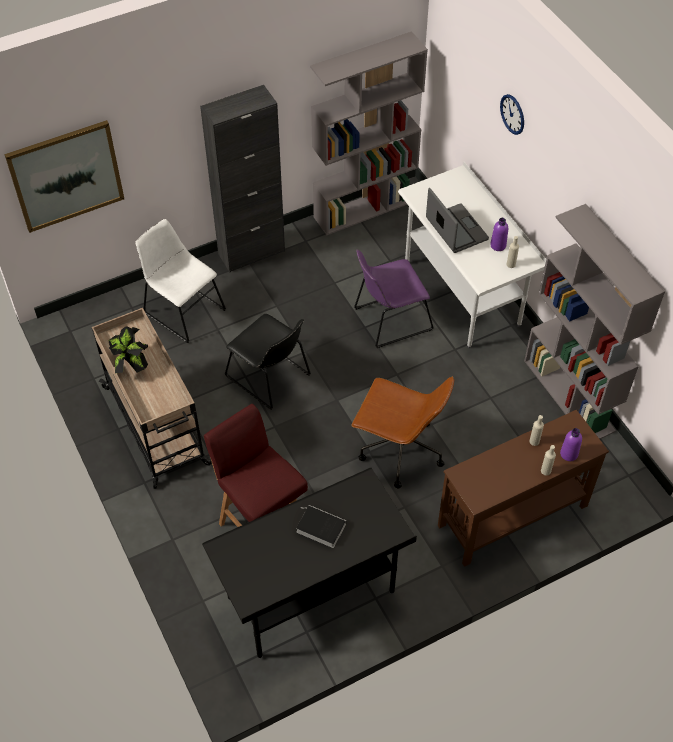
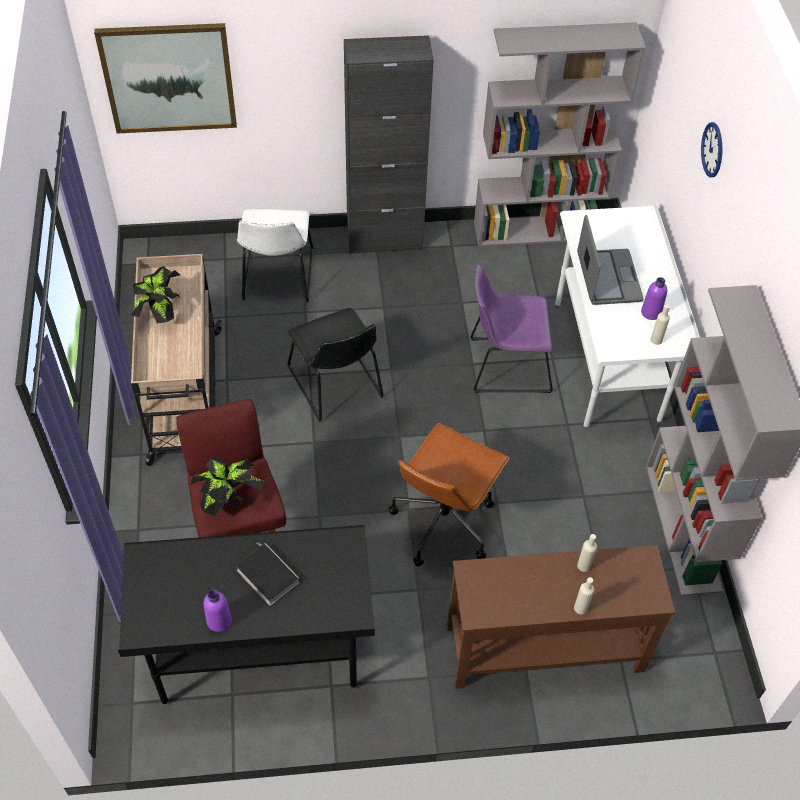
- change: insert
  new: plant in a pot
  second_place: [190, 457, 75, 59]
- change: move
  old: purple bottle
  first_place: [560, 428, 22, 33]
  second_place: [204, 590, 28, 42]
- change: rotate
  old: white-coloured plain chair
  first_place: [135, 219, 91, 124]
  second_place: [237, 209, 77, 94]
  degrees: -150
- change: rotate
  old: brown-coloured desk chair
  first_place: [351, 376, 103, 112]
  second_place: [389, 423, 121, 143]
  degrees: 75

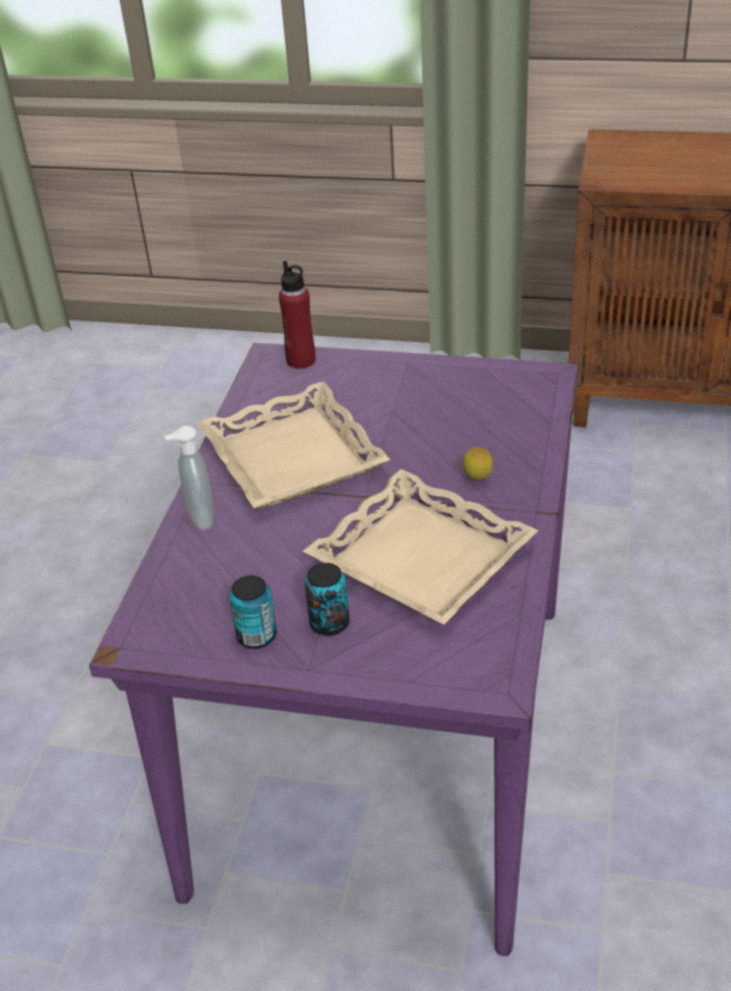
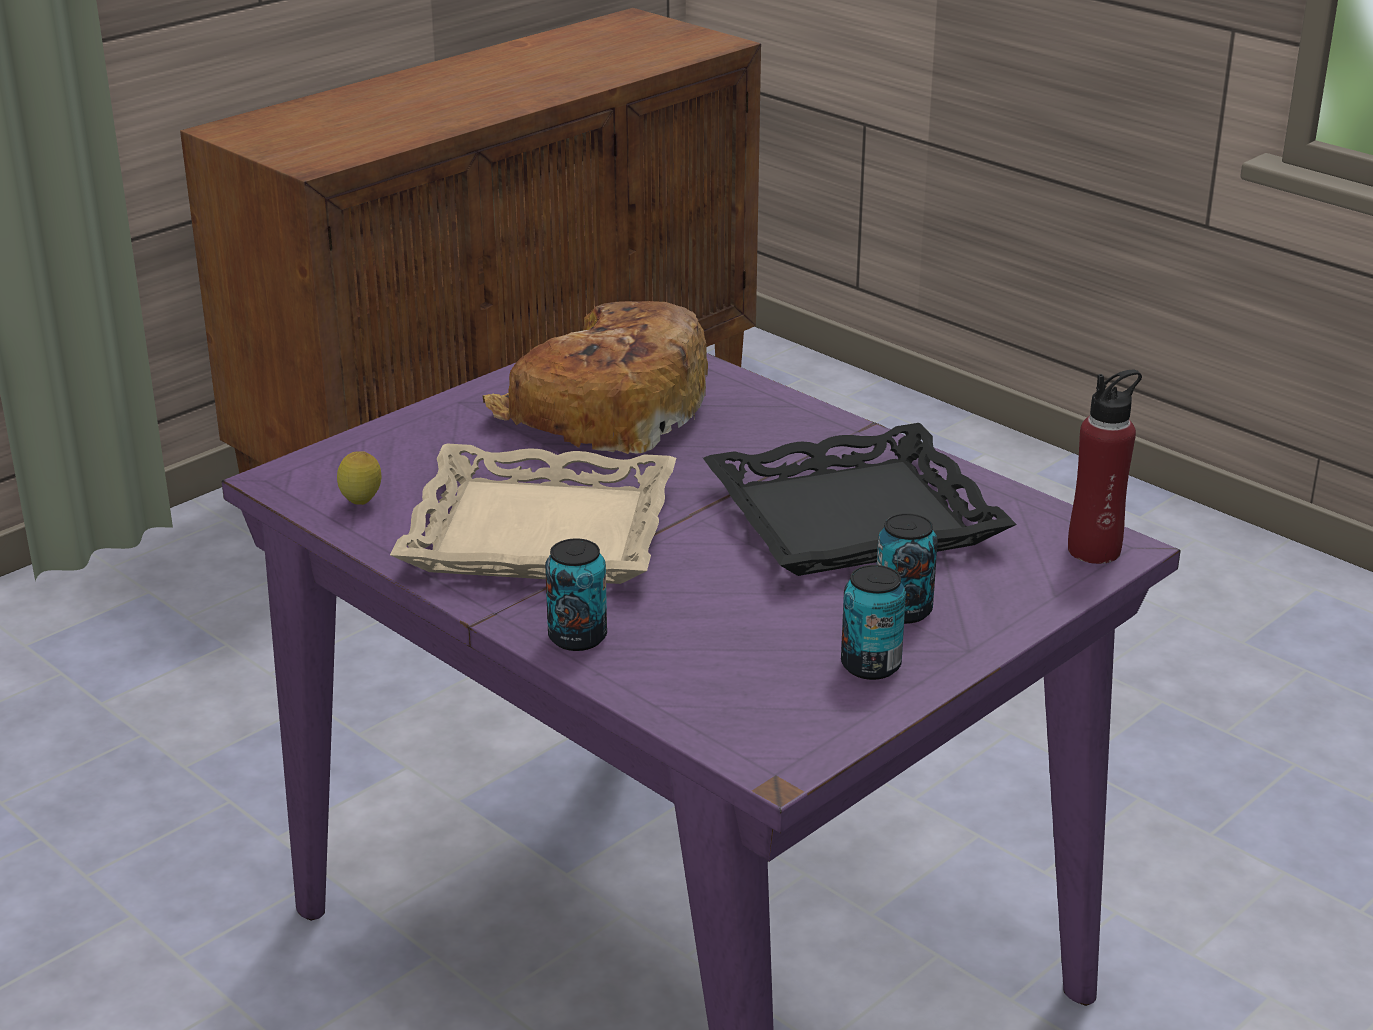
- change: move
  old: whole lemon
  first_place: [463, 447, 30, 34]
  second_place: [337, 451, 44, 54]
- change: insert
  new: baked bread
  second_place: [482, 301, 226, 153]
- change: replace
  old: liquid soap bottle
  new: metal can
  first_place: [164, 426, 49, 104]
  second_place: [545, 538, 62, 113]
- change: recolor
  old: beige-coloured serving tray
  new: black-coloured serving tray
  first_place: [303, 469, 236, 156]
  second_place: [703, 423, 314, 153]
- change: move
  old: reddish bottle
  first_place: [279, 261, 37, 108]
  second_place: [1068, 370, 74, 194]

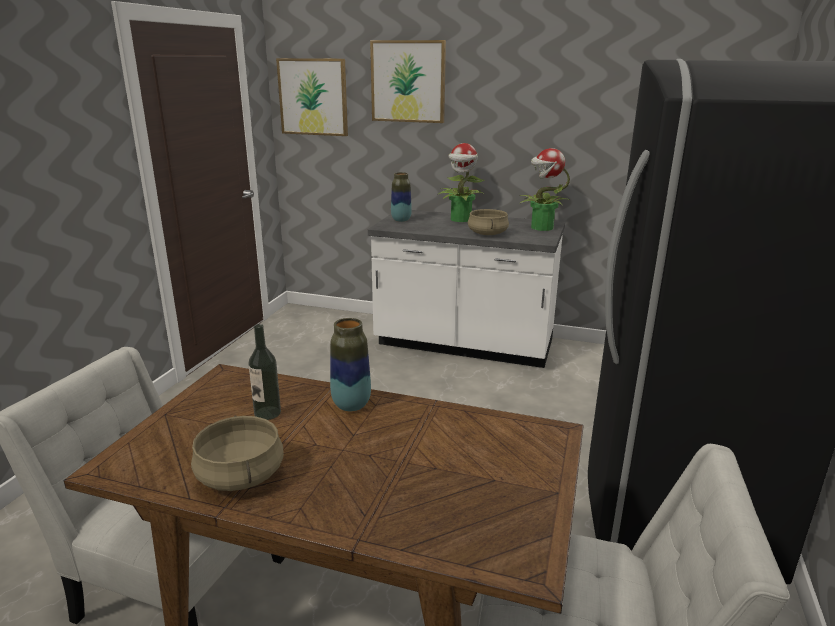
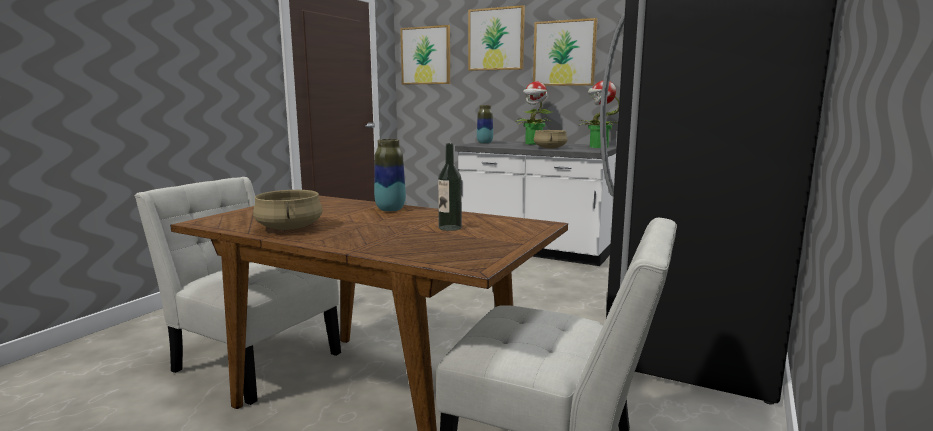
- change: move
  old: bottle
  first_place: [248, 324, 33, 96]
  second_place: [438, 143, 24, 88]
- change: insert
  new: picture
  second_place: [533, 18, 65, 68]

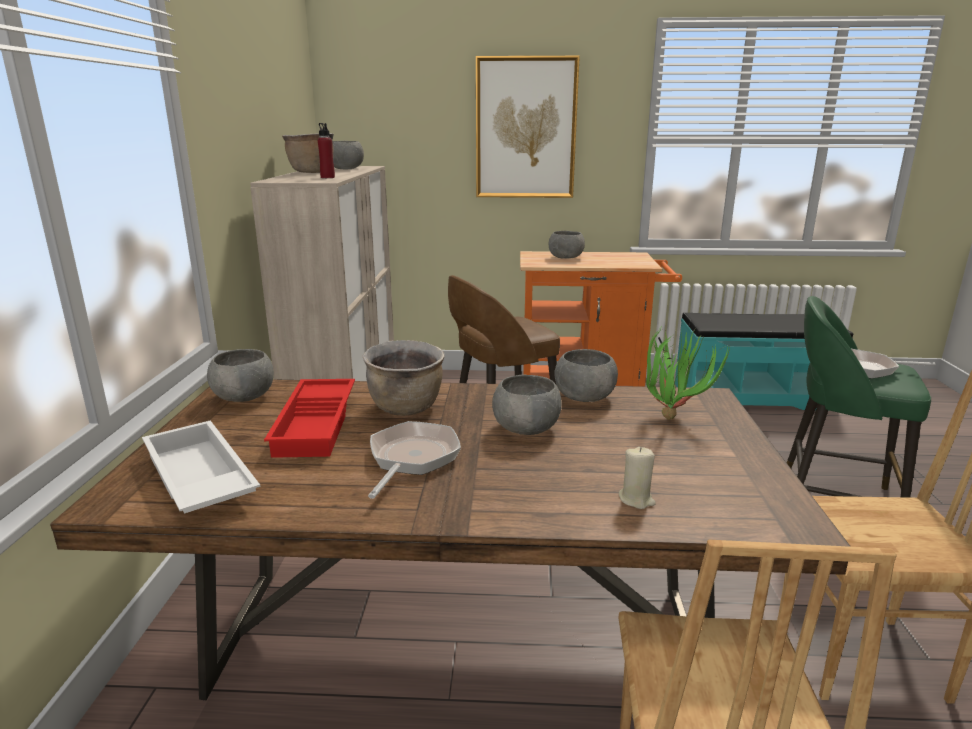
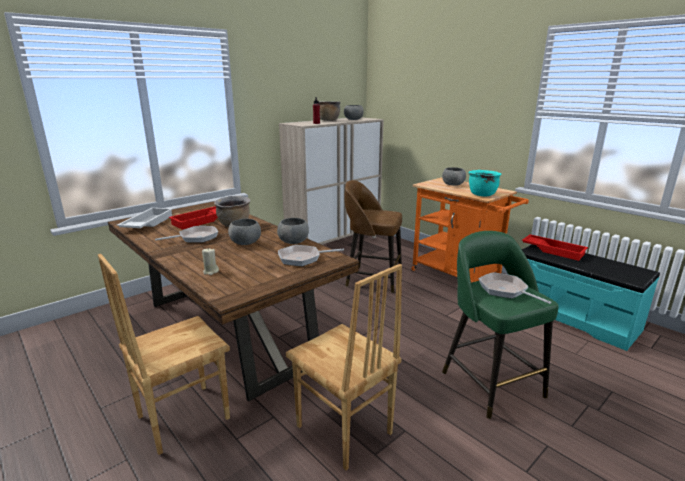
- change: replace
  old: plant in a pot
  new: frying pan
  first_place: [646, 329, 84, 91]
  second_place: [278, 245, 66, 21]
- change: insert
  new: turquoise stockpot
  second_place: [468, 170, 33, 26]
- change: insert
  new: reddish serving tray
  second_place: [522, 234, 66, 27]
- change: delete
  old: grey bowl
  first_place: [207, 349, 67, 53]
- change: delete
  old: picture
  first_place: [476, 56, 104, 142]

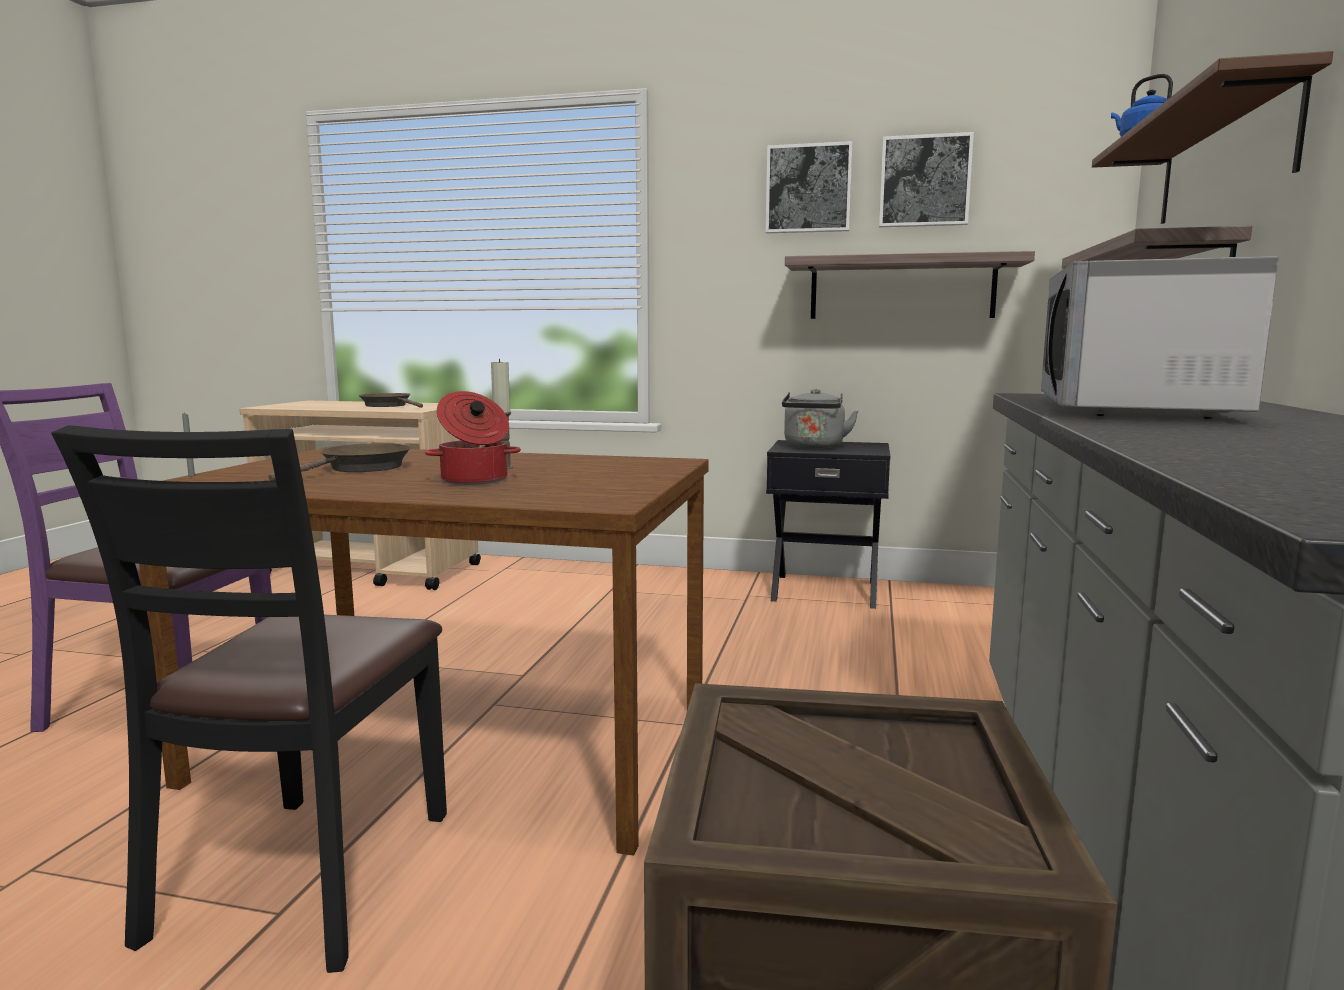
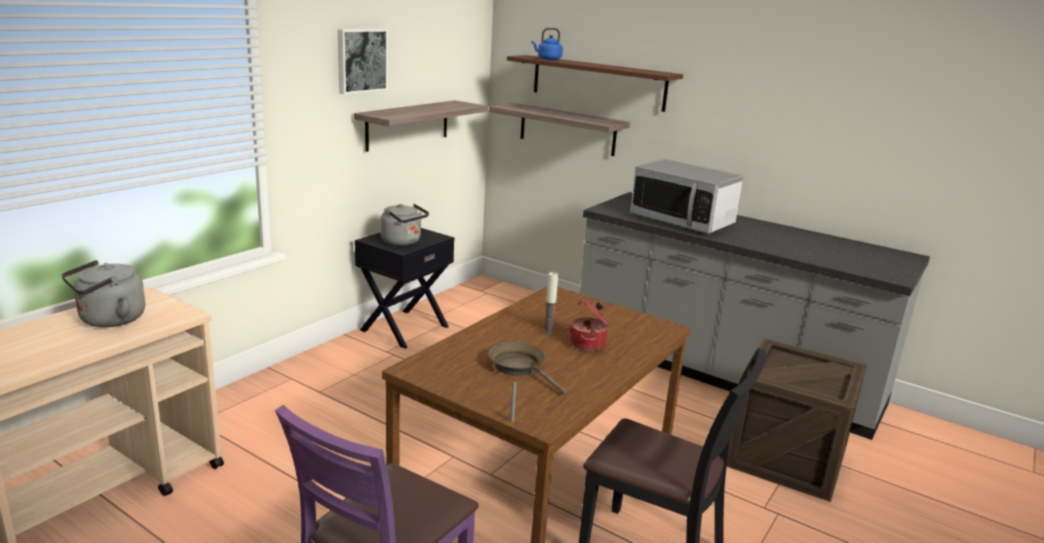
- change: replace
  old: brown-coloured frying pan
  new: grey kettle
  first_place: [358, 393, 65, 15]
  second_place: [61, 260, 84, 67]
- change: delete
  old: picture
  first_place: [879, 132, 95, 95]

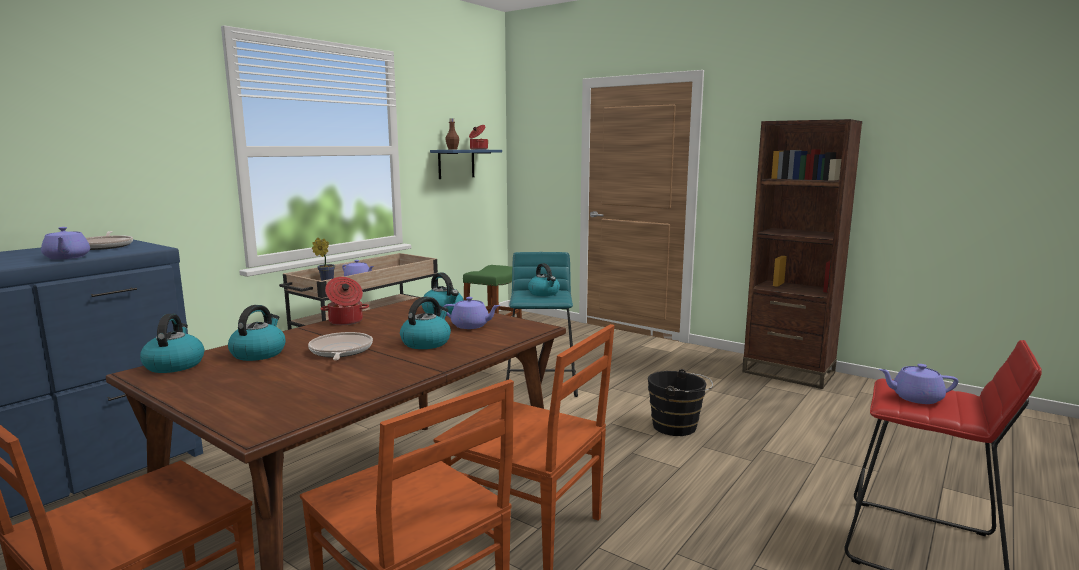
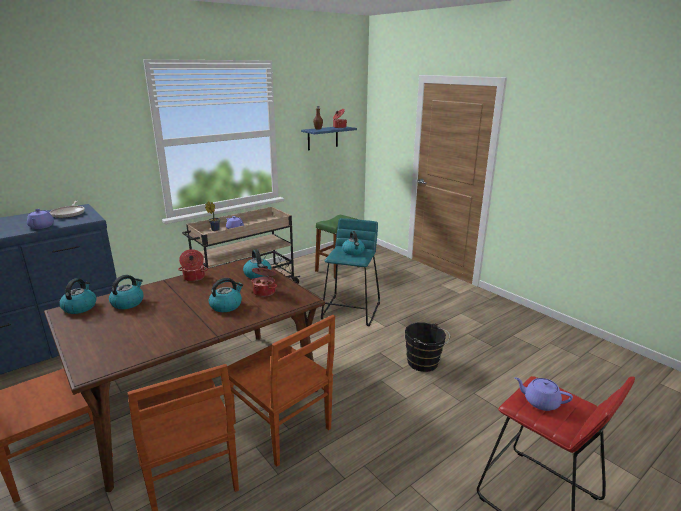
- change: replace
  old: purple pot for tea
  new: stockpot
  first_place: [443, 297, 57, 32]
  second_place: [251, 266, 26, 31]
- change: delete
  old: frying pan
  first_place: [308, 332, 65, 28]
- change: delete
  old: brown-coloured bookshelf
  first_place: [742, 119, 120, 270]

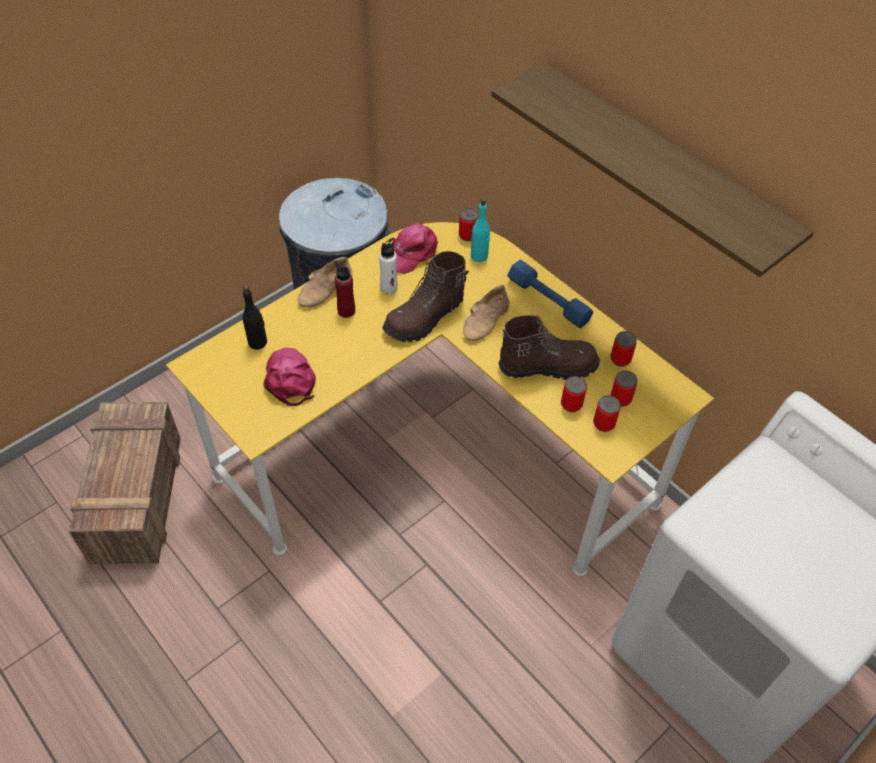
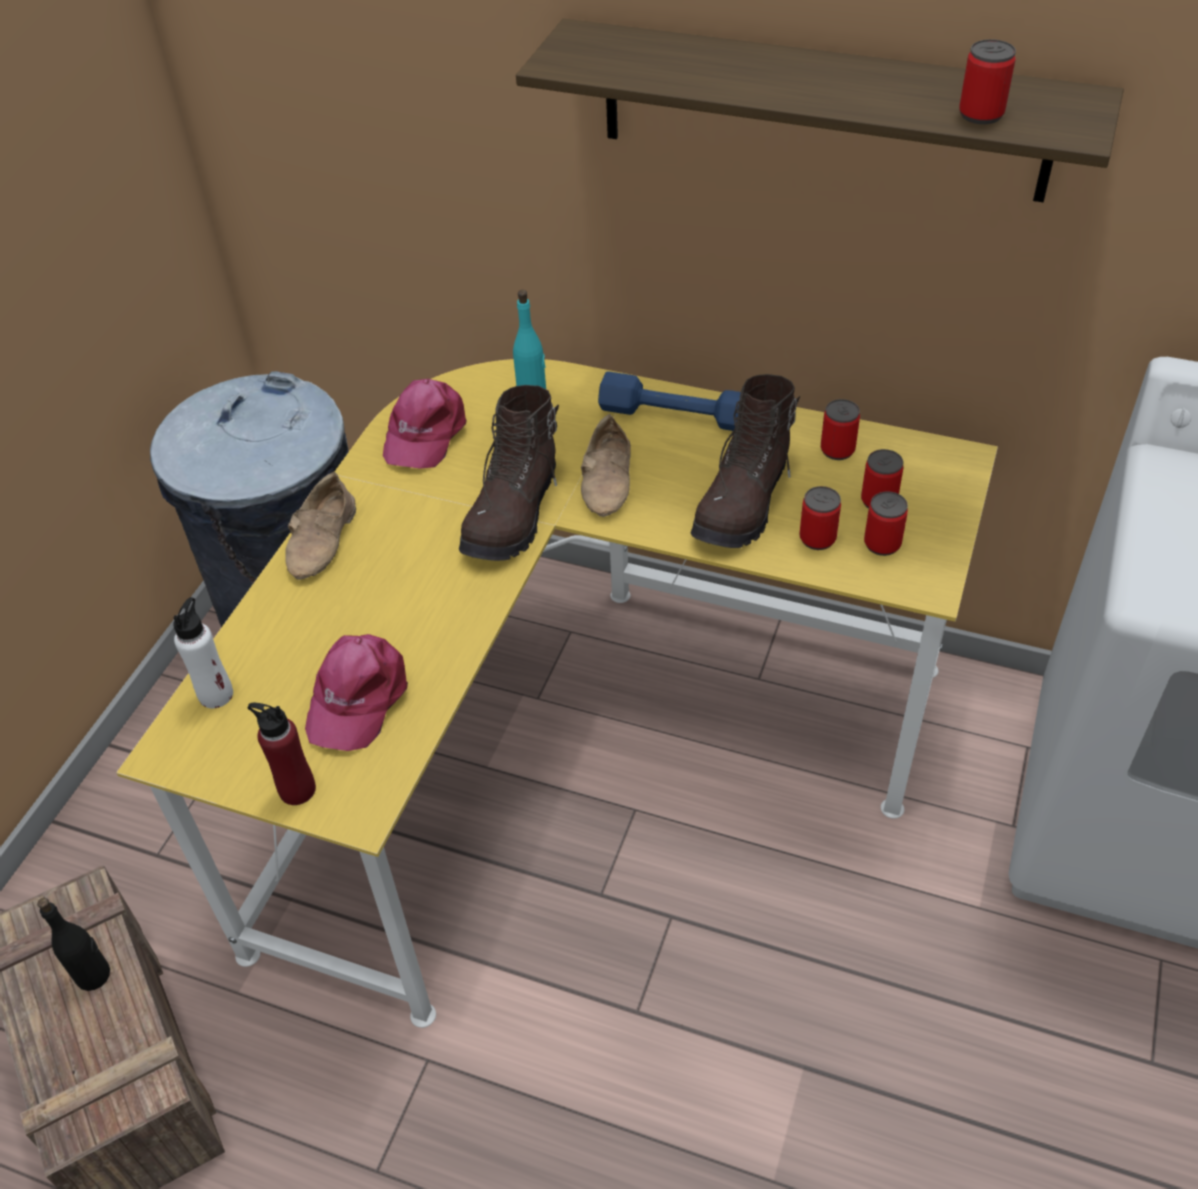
- change: move
  old: black-coloured bottle
  first_place: [243, 285, 24, 64]
  second_place: [37, 898, 73, 93]
- change: move
  old: white-coloured bottle
  first_place: [379, 238, 19, 56]
  second_place: [173, 597, 60, 111]
- change: move
  old: reddish bottle
  first_place: [335, 261, 20, 57]
  second_place: [248, 703, 68, 102]
- change: rotate
  old: pink-coloured baseball cap
  first_place: [263, 347, 53, 59]
  second_place: [305, 634, 103, 117]
  degrees: -120
- change: rotate
  old: brown-coloured tall boot
  first_place: [499, 315, 101, 65]
  second_place: [691, 374, 109, 174]
  degrees: 150
- change: move
  old: metal can
  first_place: [459, 208, 20, 33]
  second_place: [959, 39, 57, 85]

